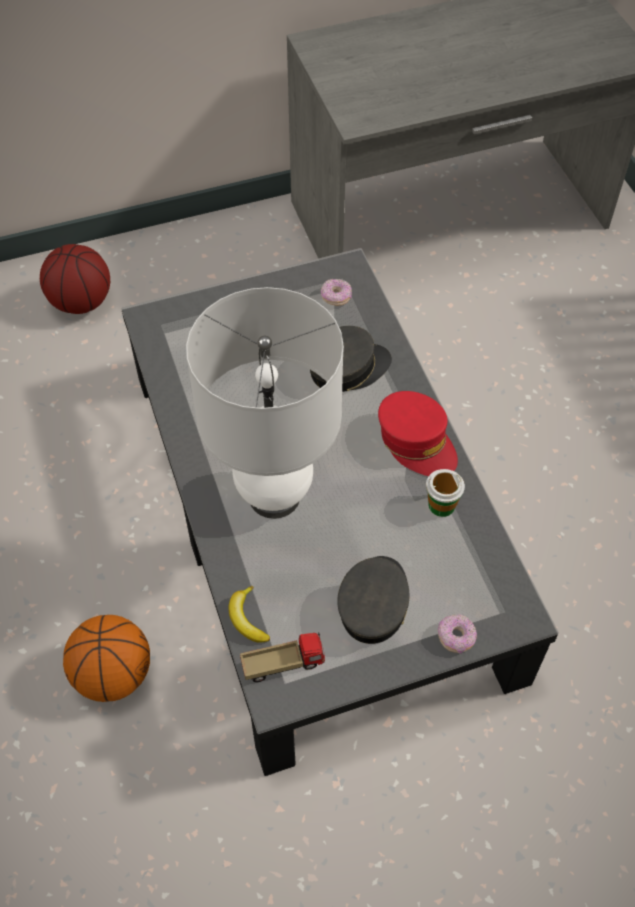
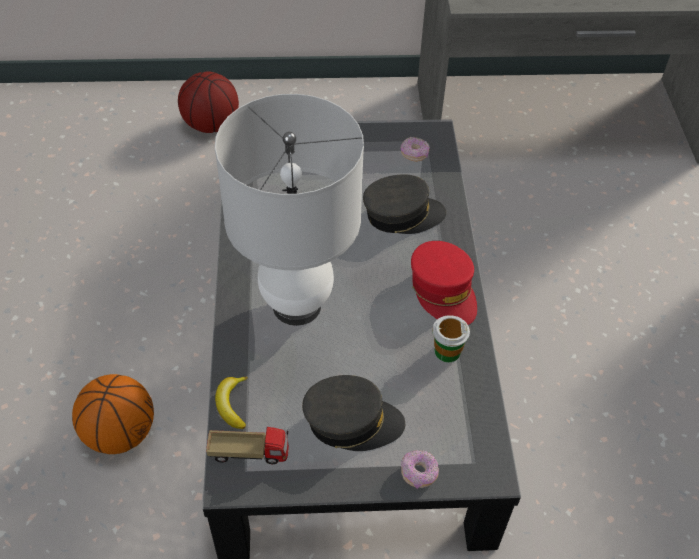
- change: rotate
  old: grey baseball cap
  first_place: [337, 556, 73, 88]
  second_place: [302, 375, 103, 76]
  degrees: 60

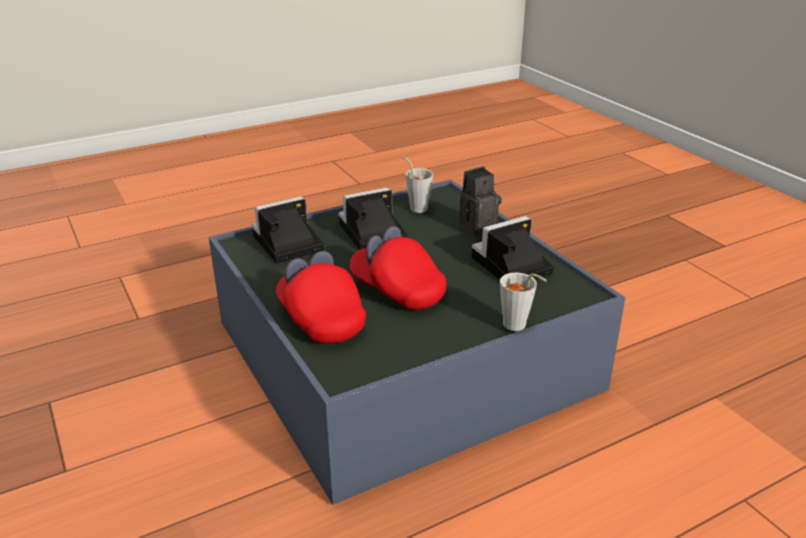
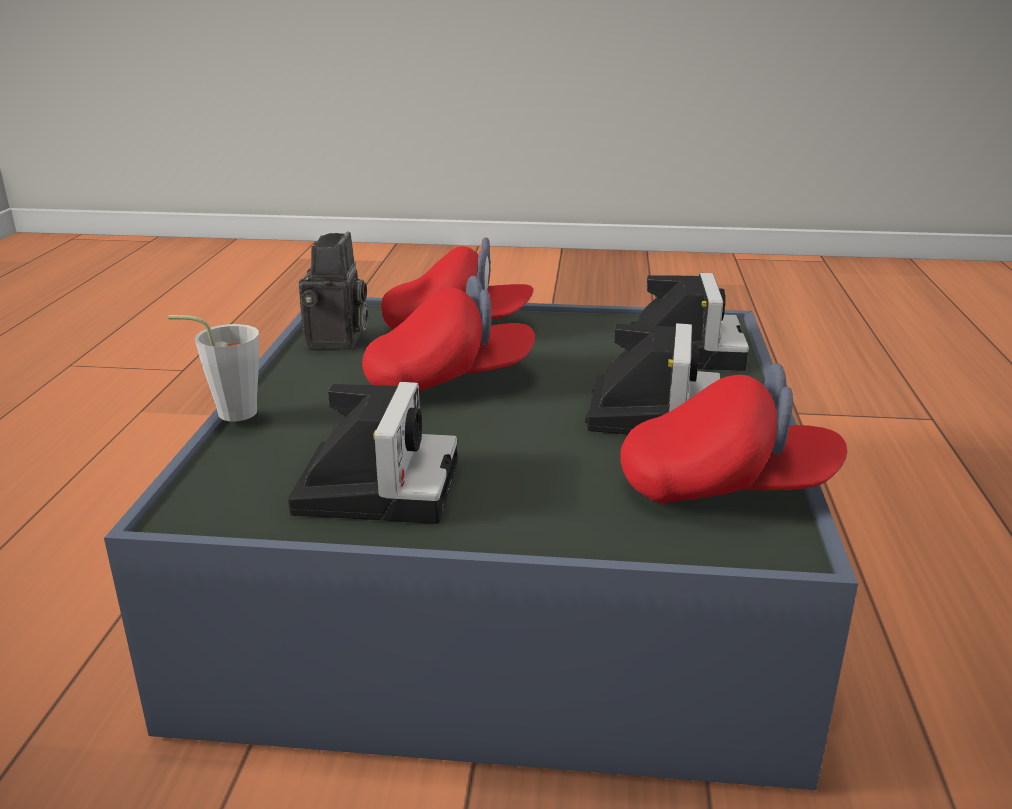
- change: move
  old: photo camera
  first_place: [460, 166, 42, 72]
  second_place: [299, 232, 70, 118]
- change: replace
  old: grey drinking cup
  new: reddish baseball cap
  first_place: [403, 156, 30, 57]
  second_place: [620, 363, 227, 140]

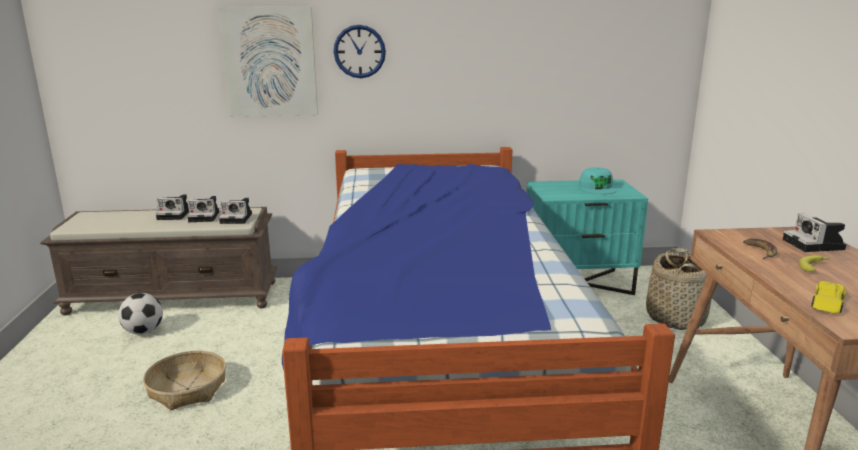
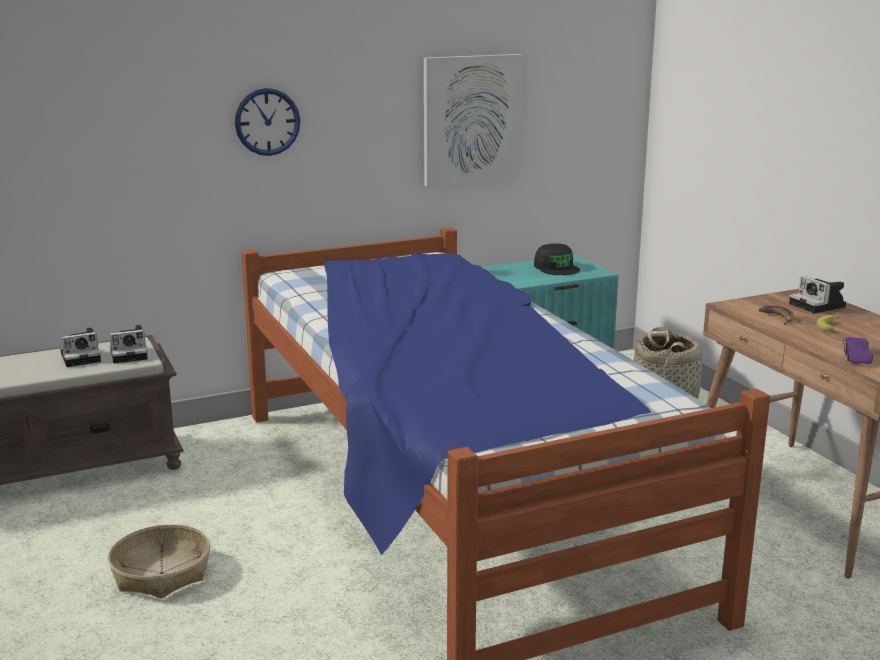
- change: move
  old: picture
  first_place: [218, 7, 100, 110]
  second_place: [424, 54, 99, 133]
- change: recolor
  old: turquoise baseball cap
  new: black-coloured baseball cap
  first_place: [579, 167, 38, 27]
  second_place: [534, 243, 46, 32]
- change: recolor
  old: yellow-coloured miniature car
  new: purple miniature car
  first_place: [811, 281, 35, 33]
  second_place: [843, 337, 30, 27]
- change: delete
  old: ball for football
  first_place: [118, 293, 45, 41]
- change: delete
  old: photo camera
  first_place: [156, 194, 33, 26]

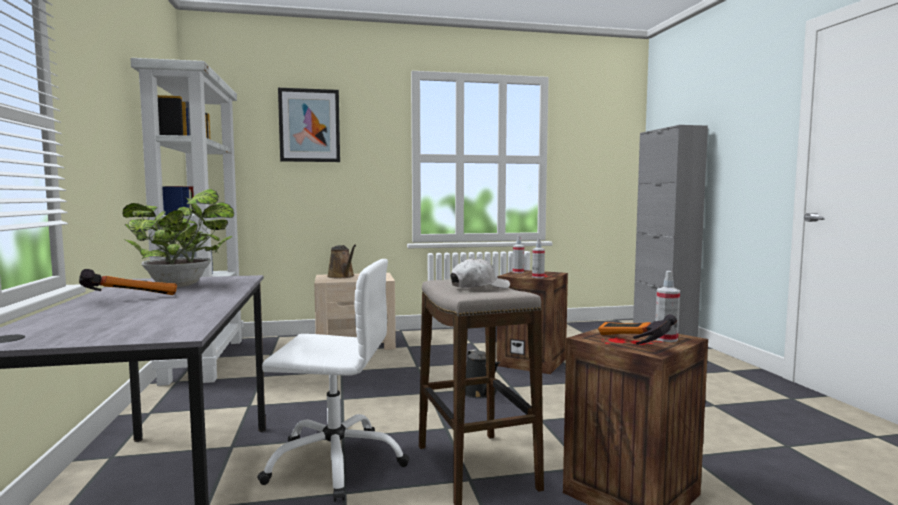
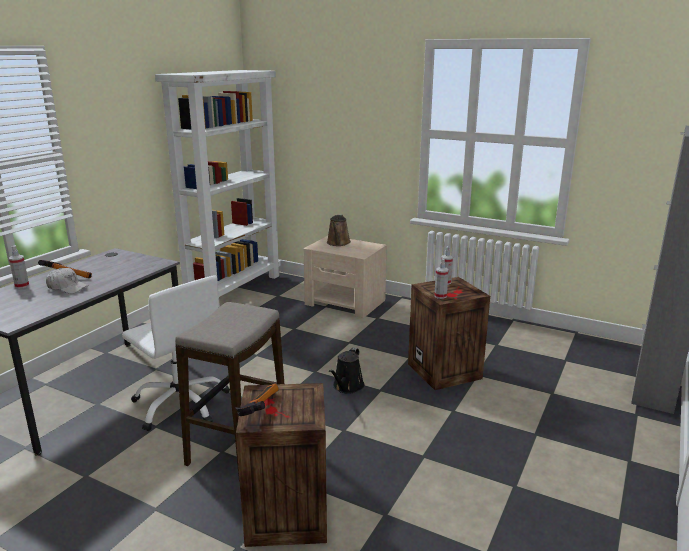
- change: move
  old: sprayer
  first_place: [656, 271, 24, 71]
  second_place: [9, 245, 20, 44]
- change: move
  old: white-coloured baseball cap
  first_place: [451, 258, 59, 30]
  second_place: [46, 268, 43, 26]
- change: delete
  old: plant in a pot
  first_place: [122, 189, 112, 98]
- change: delete
  old: picture
  first_place: [278, 88, 62, 74]

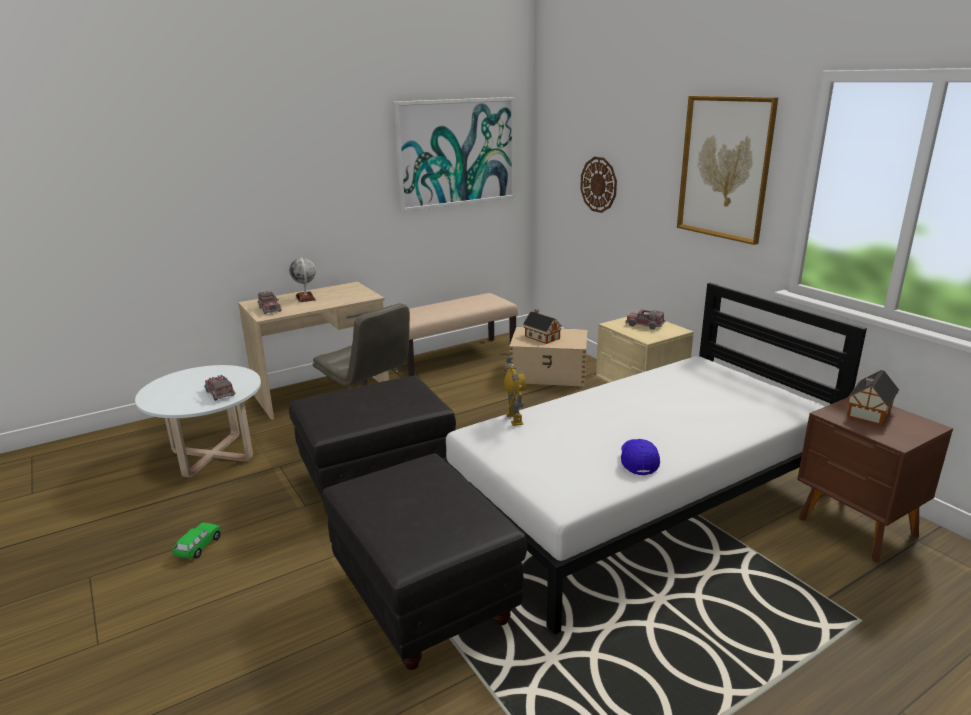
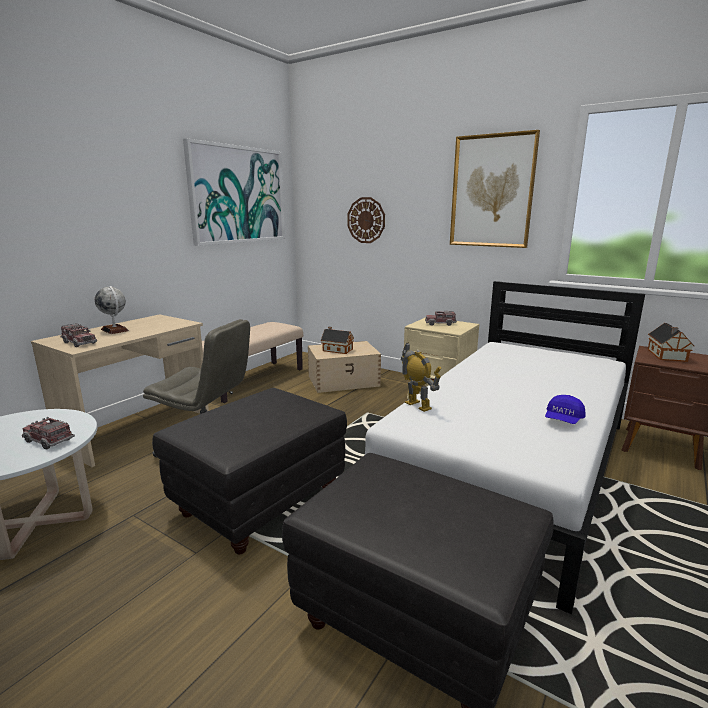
- change: rotate
  old: bluish baseball cap
  first_place: [621, 439, 39, 36]
  second_place: [545, 395, 40, 29]
  degrees: -120
- change: delete
  old: green miniature car
  first_place: [173, 522, 48, 37]

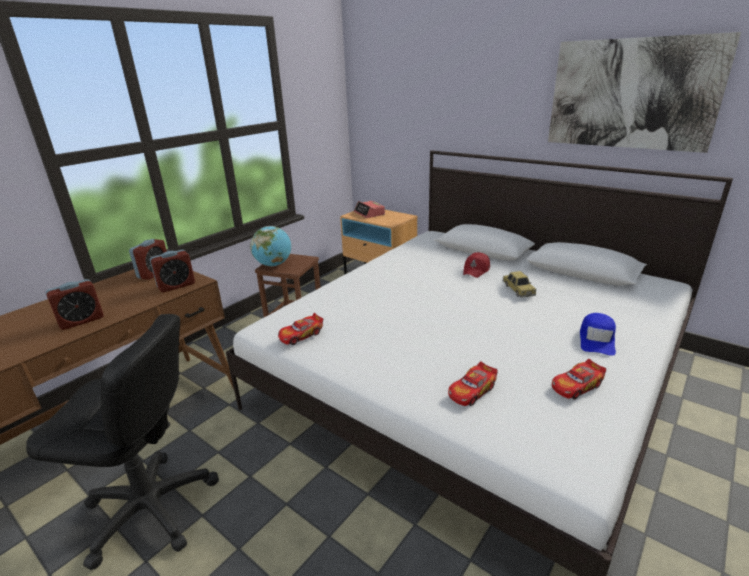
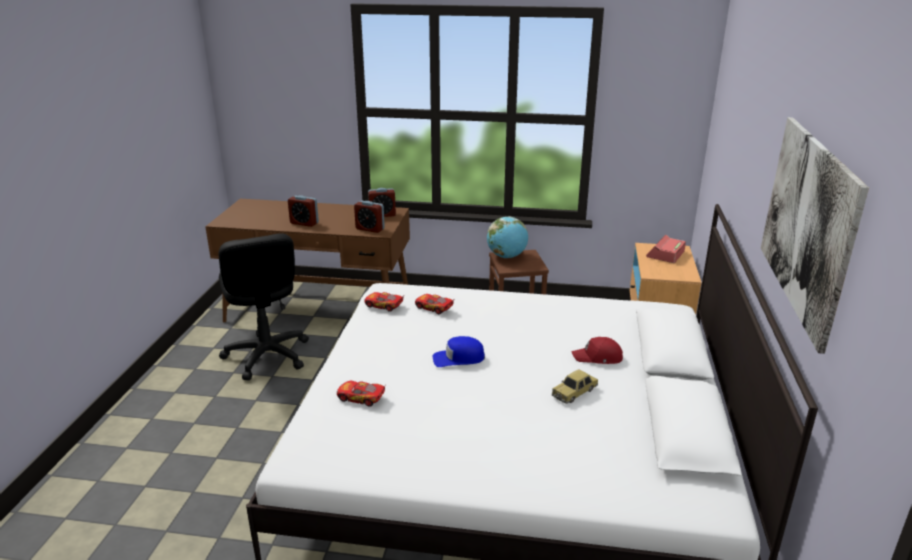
- change: move
  old: miniature car
  first_place: [552, 359, 54, 40]
  second_place: [415, 294, 39, 20]
- change: move
  old: bluish baseball cap
  first_place: [580, 313, 36, 43]
  second_place: [433, 336, 52, 31]

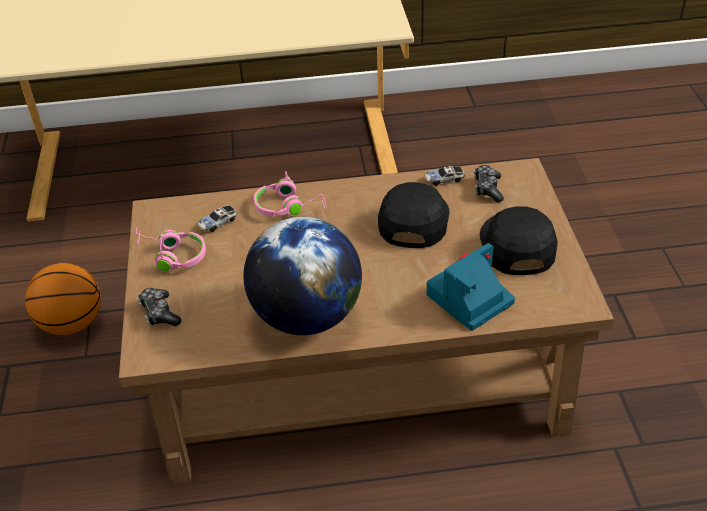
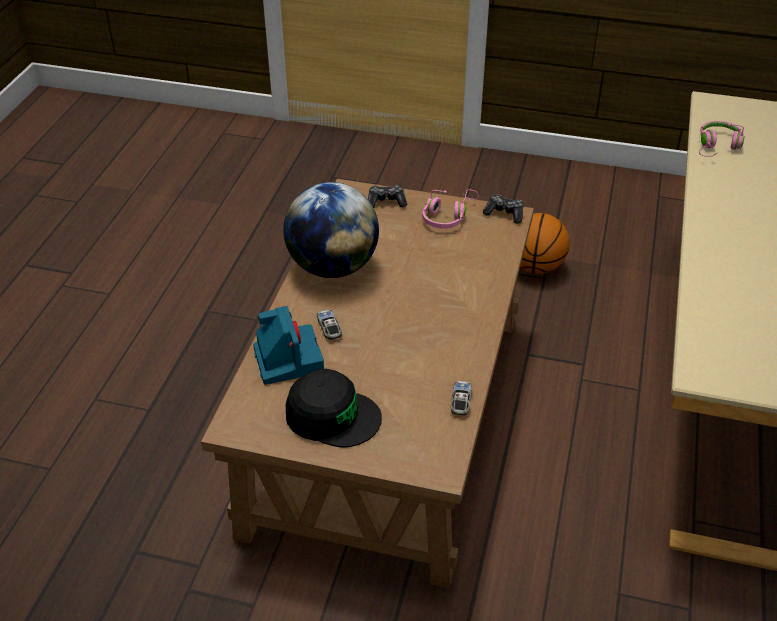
- change: move
  old: miniature car
  first_place: [198, 205, 39, 27]
  second_place: [317, 310, 25, 29]
- change: move
  old: game controller
  first_place: [474, 165, 30, 37]
  second_place: [483, 195, 41, 29]
- change: move
  old: pink-coloured pair of headphones
  first_place: [254, 171, 72, 46]
  second_place: [699, 121, 45, 36]
- change: delete
  old: black-coloured baseball cap
  first_place: [378, 182, 72, 66]

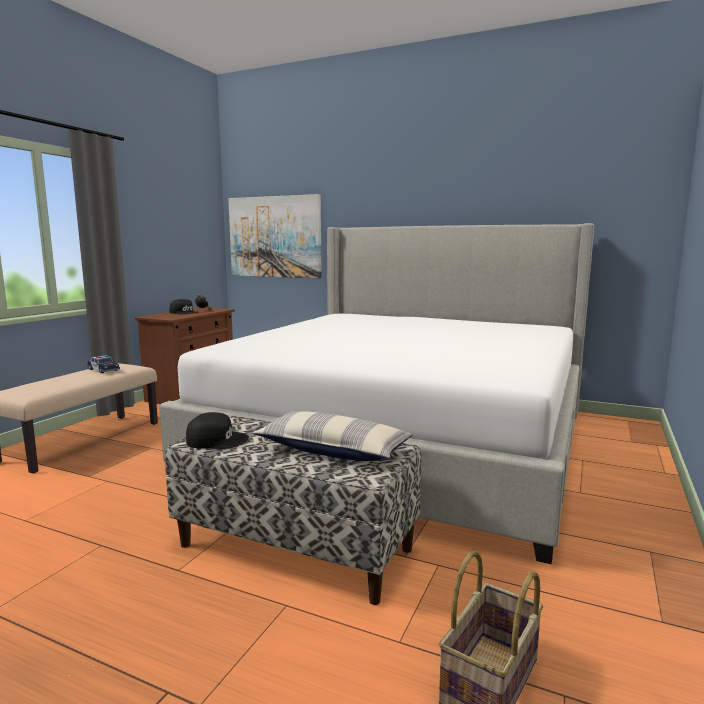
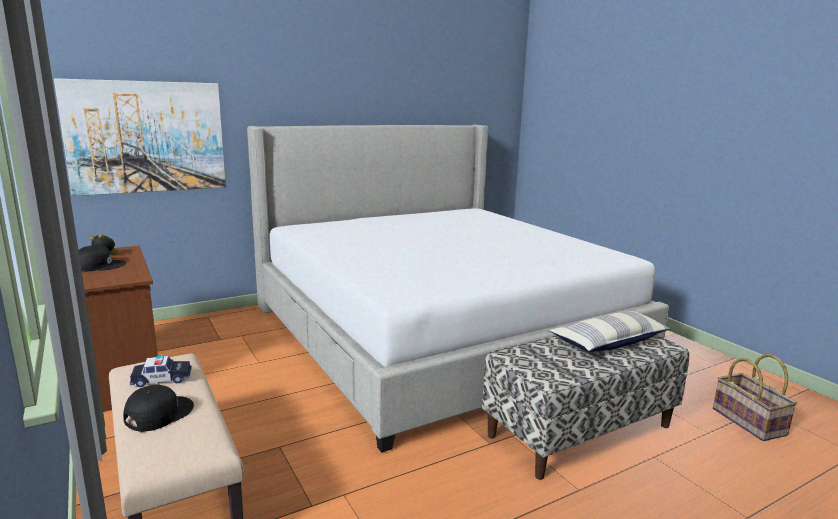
- change: move
  old: black-coloured baseball cap
  first_place: [186, 412, 63, 37]
  second_place: [123, 385, 71, 47]

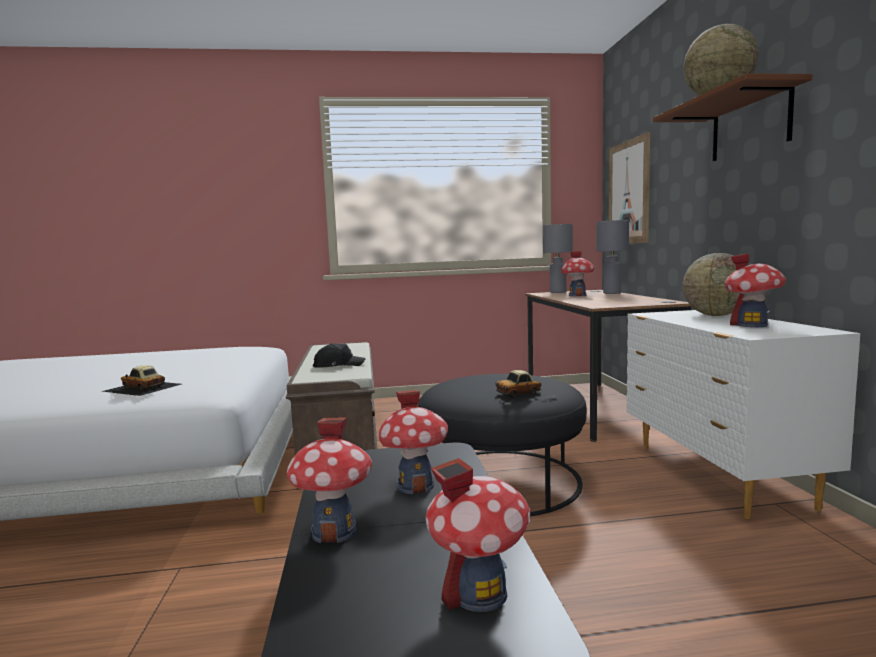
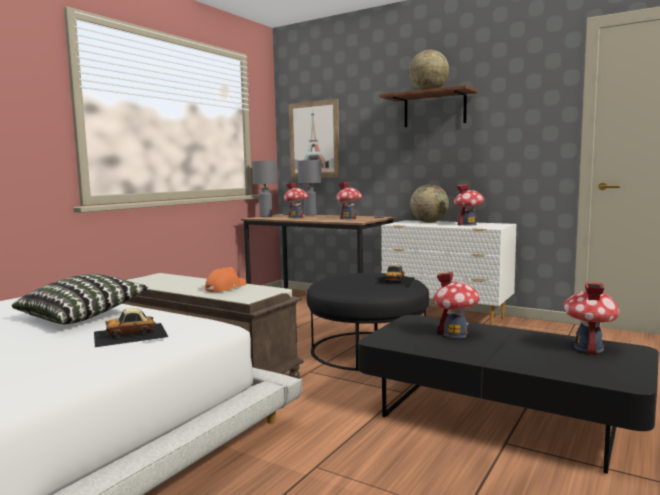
- change: insert
  new: cushion
  second_place: [12, 274, 136, 50]
- change: recolor
  old: black-coloured baseball cap
  new: orangey baseball cap
  first_place: [313, 343, 53, 25]
  second_place: [205, 267, 41, 25]
- change: move
  old: model house
  first_place: [287, 417, 85, 126]
  second_place: [336, 182, 26, 38]

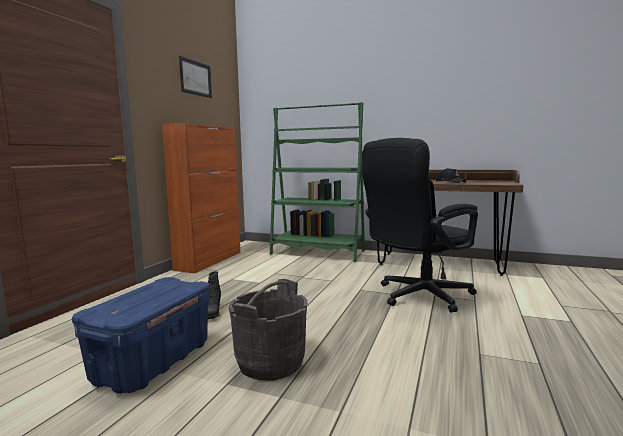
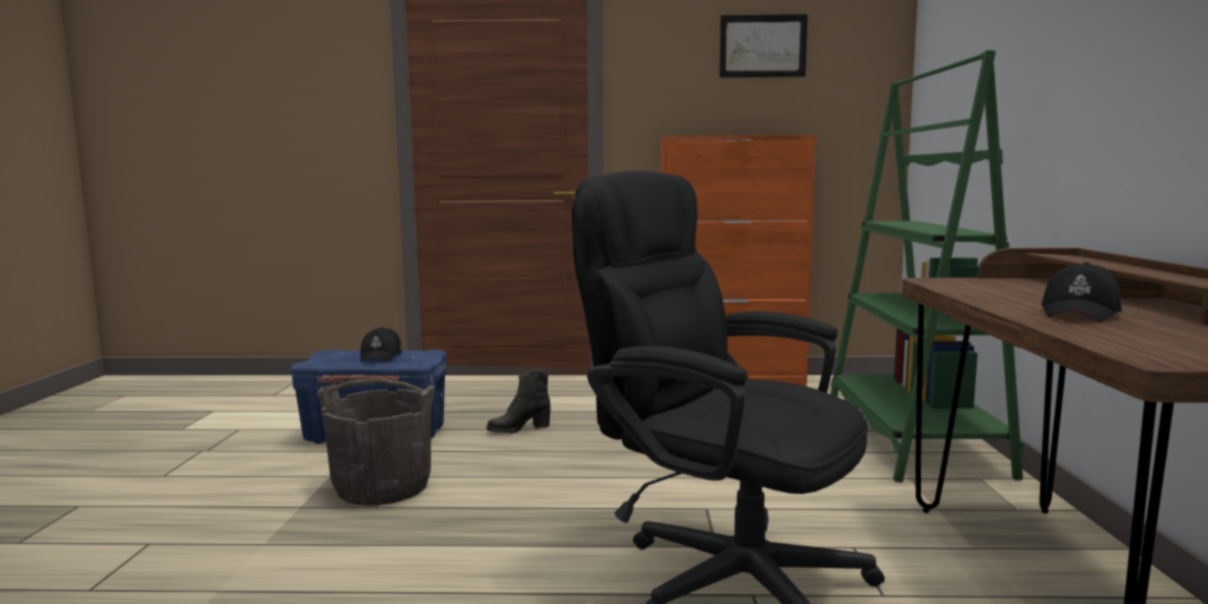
- change: insert
  new: black-coloured baseball cap
  second_place: [360, 327, 42, 35]

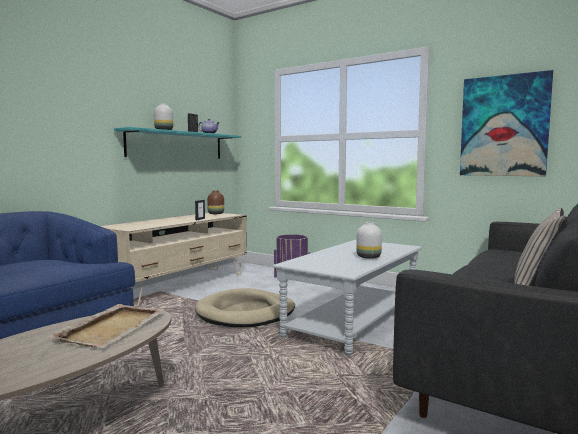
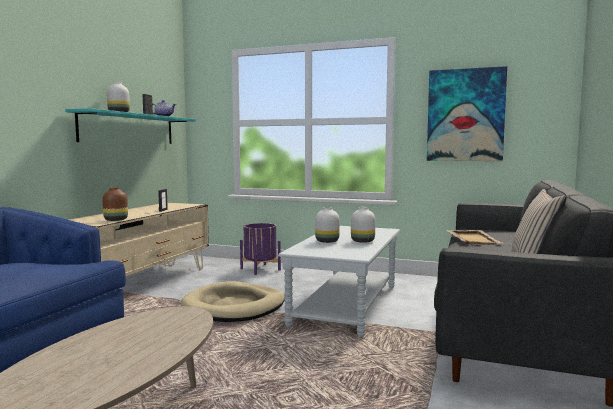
- change: move
  old: brown-coloured vase
  first_place: [207, 191, 17, 23]
  second_place: [102, 187, 26, 34]
- change: insert
  new: white-coloured vase
  second_place: [315, 207, 25, 36]
- change: move
  old: beige-coloured serving tray
  first_place: [48, 304, 117, 44]
  second_place: [446, 230, 56, 15]

